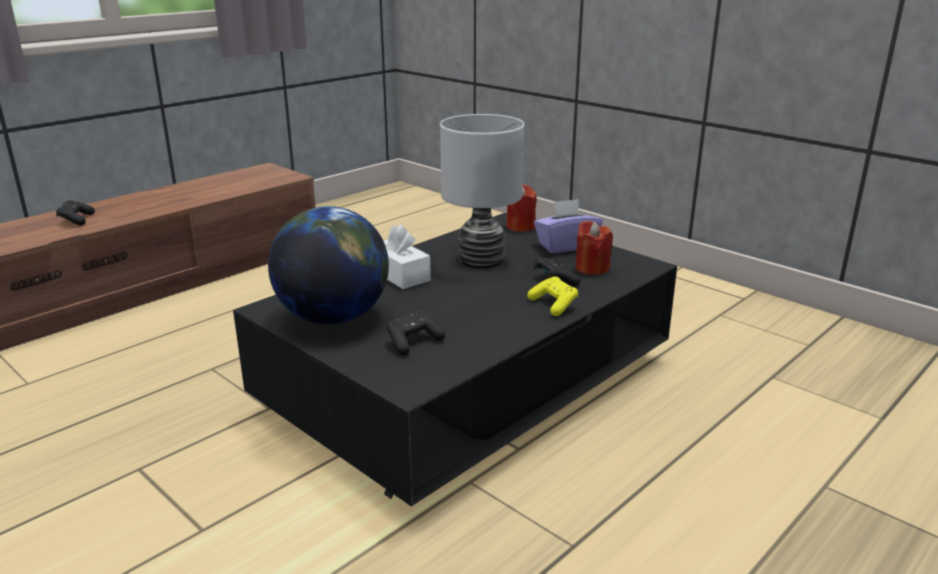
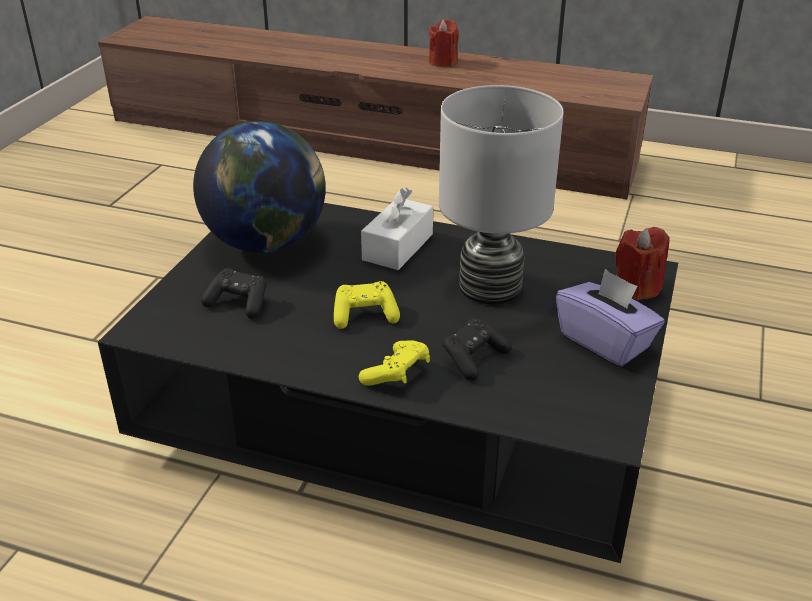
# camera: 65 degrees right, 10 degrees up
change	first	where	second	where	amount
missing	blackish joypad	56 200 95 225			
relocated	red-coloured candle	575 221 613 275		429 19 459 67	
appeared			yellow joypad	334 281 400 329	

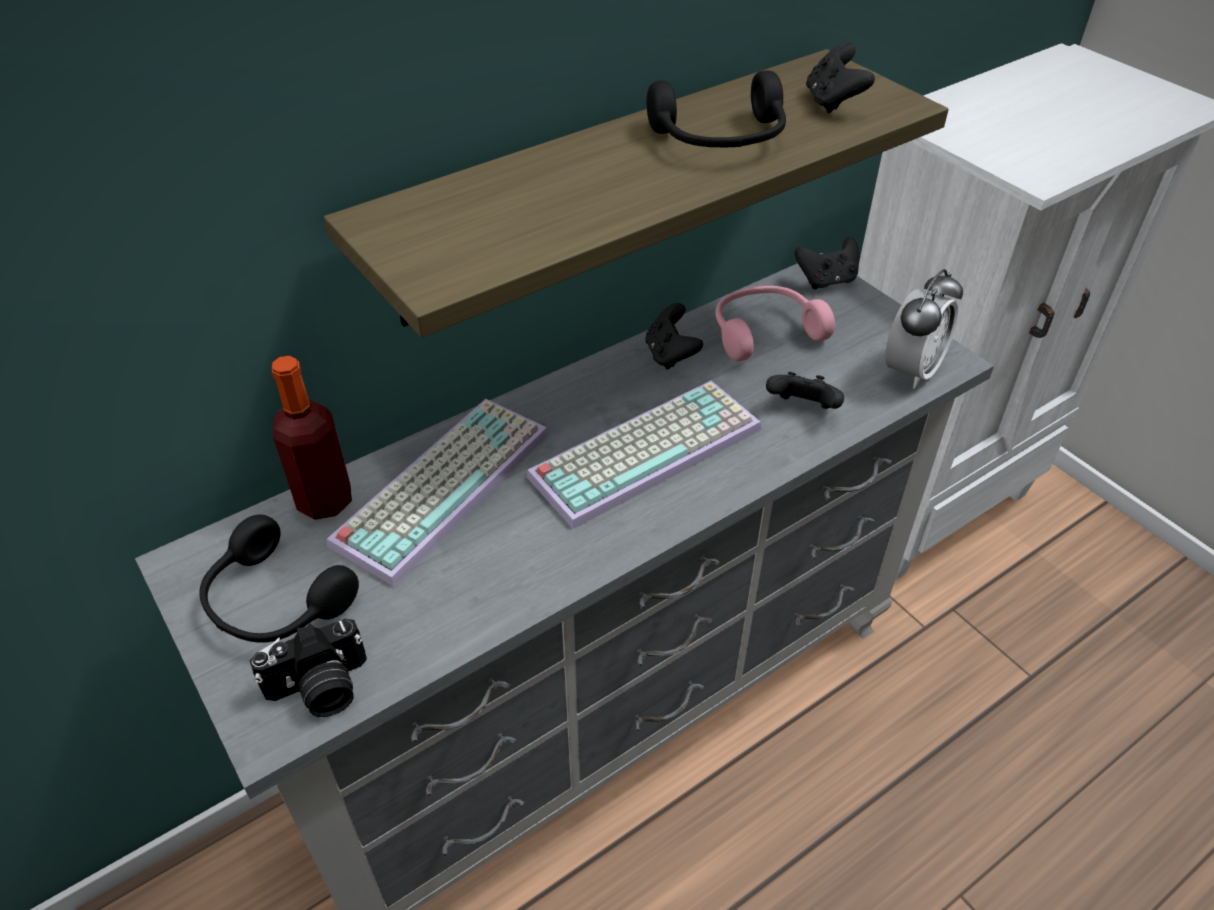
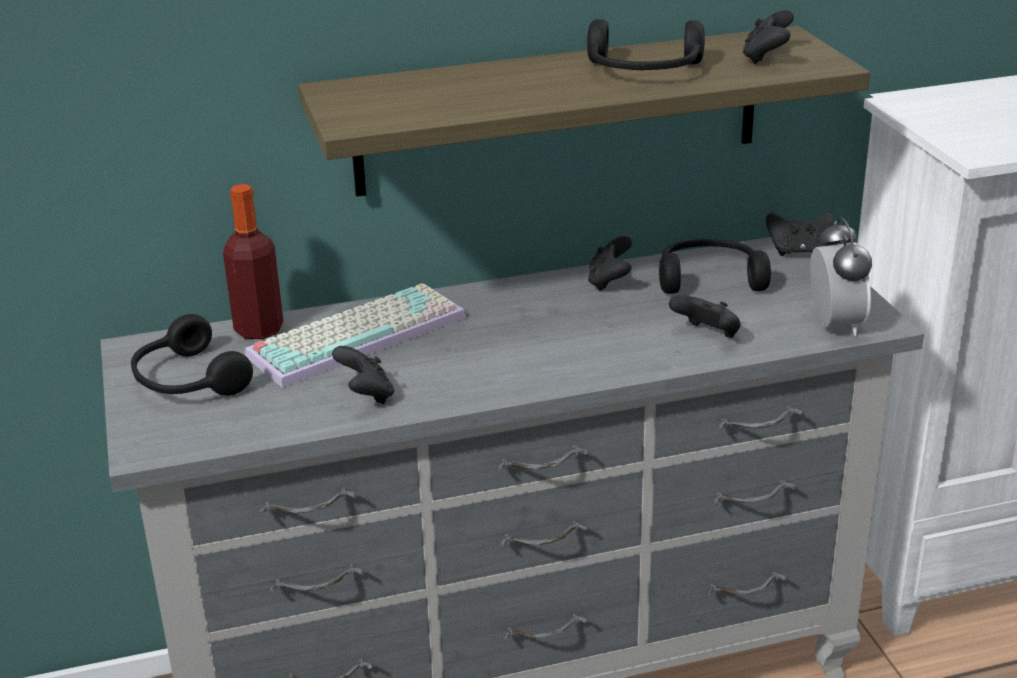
# camera: 20 degrees right, 15 degrees down
change	first	where	second	where	amount
missing	photo camera	250 619 367 717			
missing	PC keyboard	527 381 761 529			
colour	pink headset	715 286 835 361	blackish headset	659 239 771 294	
spun	bedside clock	885 269 963 389		810 217 872 336	60 degrees counterclockwise
appeared			blackish joypad	332 346 394 404	

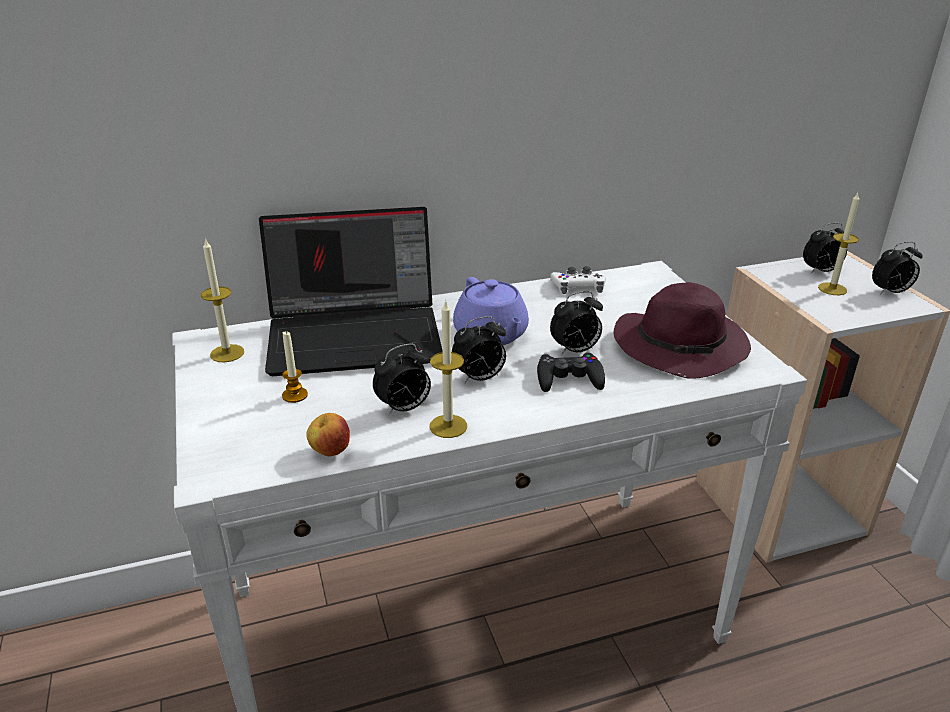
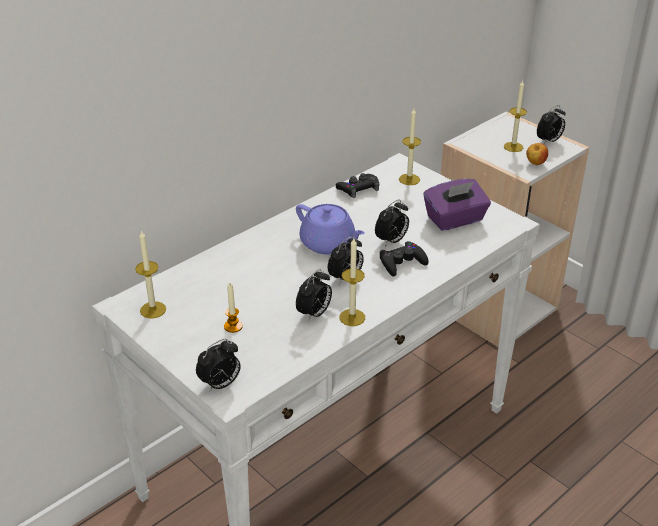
# camera: 25 degrees left, 5 degrees up
change	first	where	second	where	amount
missing	portable computer	259 207 443 376			
relocated	whole apple	306 413 350 456		526 143 548 165	
colour	white-coloured joypad	550 266 606 294	blackish joypad	336 173 379 198	
exchanged	purple wearable hat	614 282 751 379	purple box of tissues	423 179 491 231	
relocated	bedside clock	803 222 847 274		196 339 241 392	
appeared			candle	399 108 421 185	

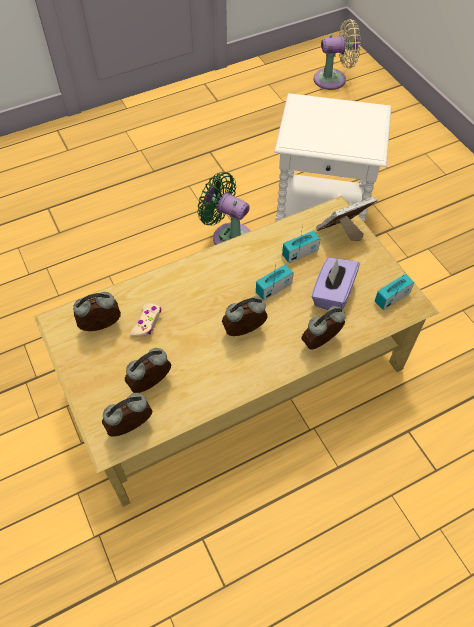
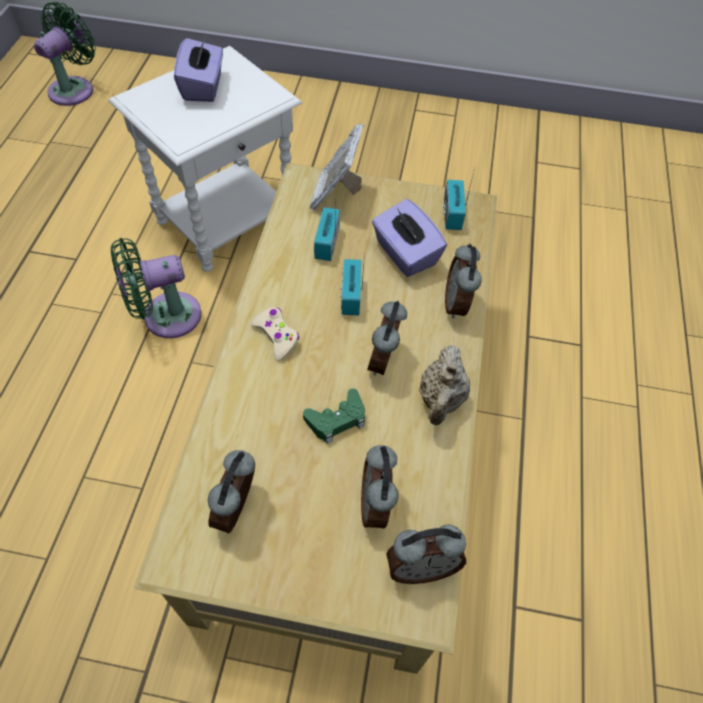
# camera: 55 degrees left, 0 degrees up
change	first	where	second	where	amount
spun	bedside clock	102 393 153 437		386 525 466 584	105 degrees counterclockwise
relocated	beige joypad	130 303 161 337		250 307 299 361	
colour	beige electric fan	314 19 361 90	green-coloured electric fan	34 2 96 106	
appeared			purple box of tissues	174 36 223 102	
appeared			green-coloured joypad	303 389 365 444	
appeared			beige pot for tea	419 345 470 425	

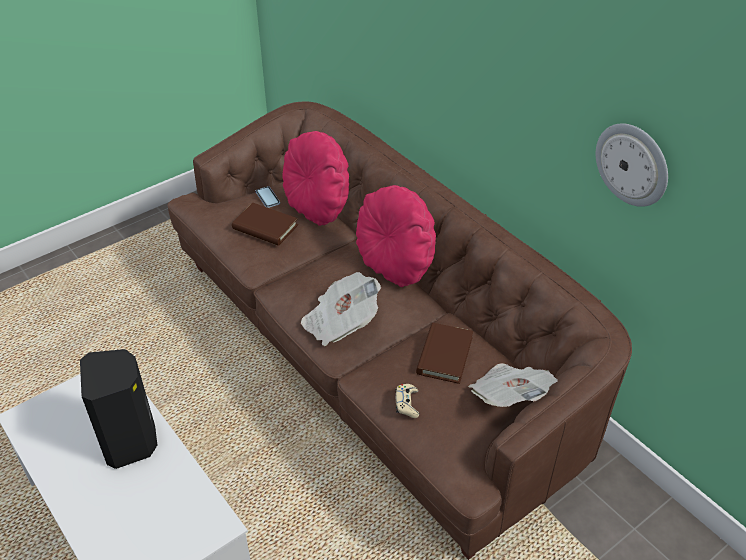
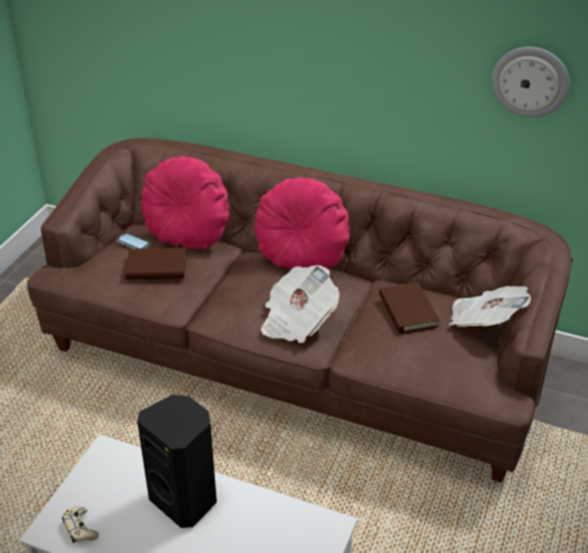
# camera: 30 degrees left, 5 degrees down
change	first	where	second	where	amount
relocated	beige joypad	395 384 419 418		62 506 99 543	

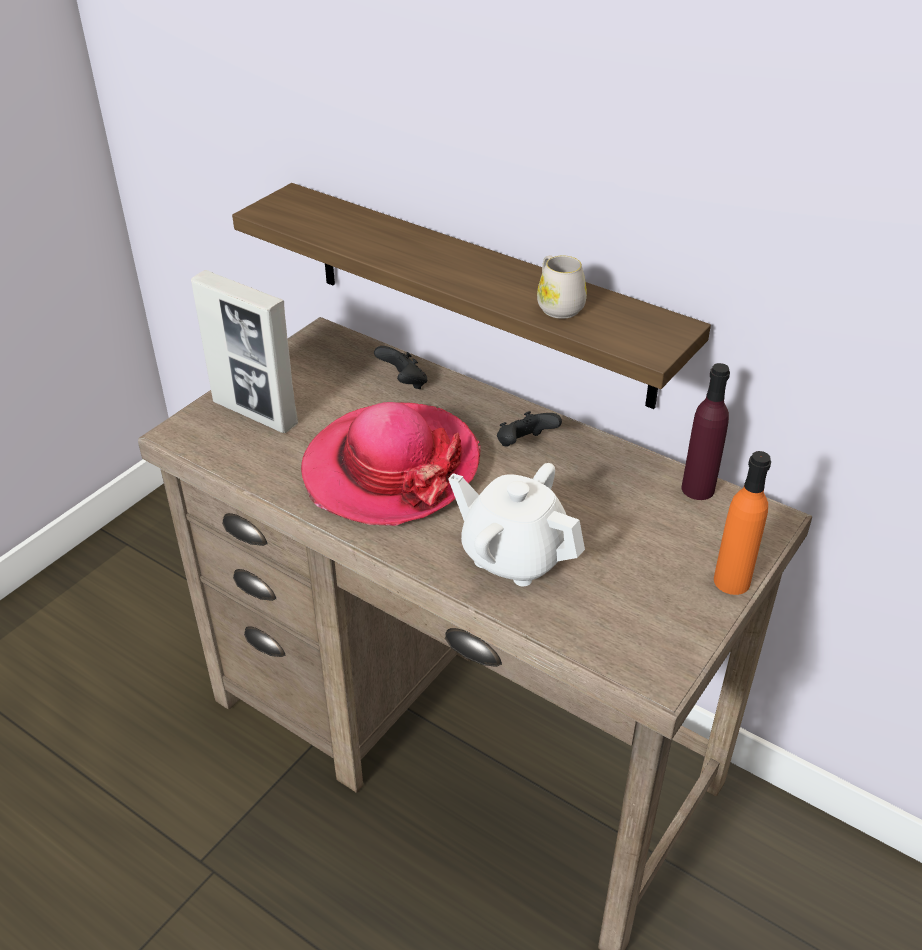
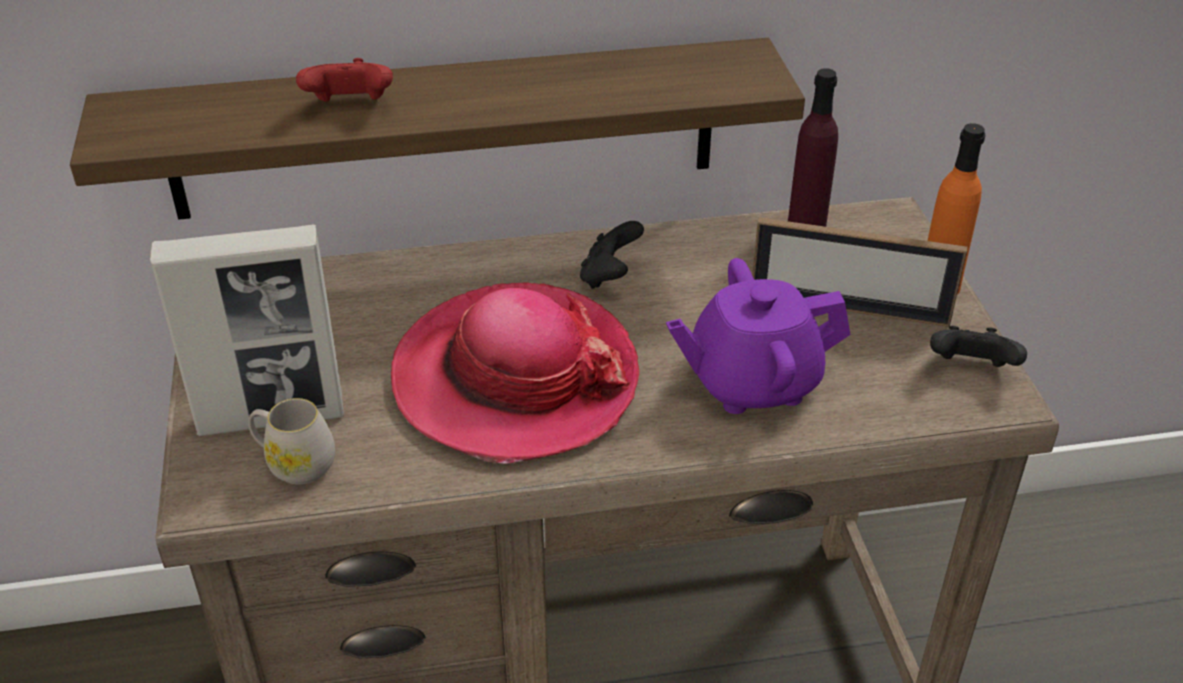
# camera: 45 degrees left, 0 degrees up
change	first	where	second	where	amount
relocated	blackish joypad	374 346 427 389		930 326 1027 367	
colour	white-coloured pot for tea	448 463 585 586	purple pot for tea	666 258 851 414	
relocated	white-coloured coffee mug	537 256 587 319		248 398 335 484	
appeared			red-coloured joypad	296 58 393 102	
appeared			photo frame	752 217 967 327	

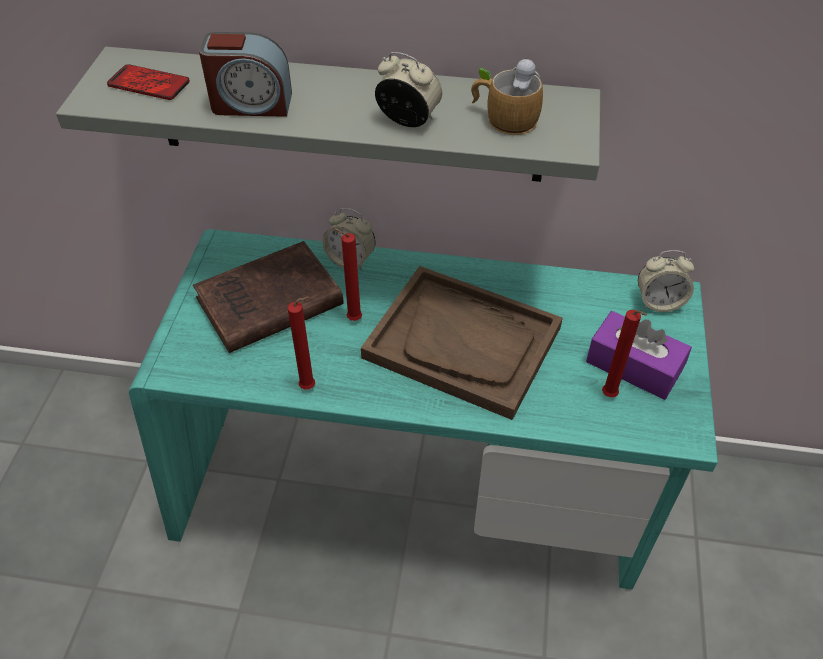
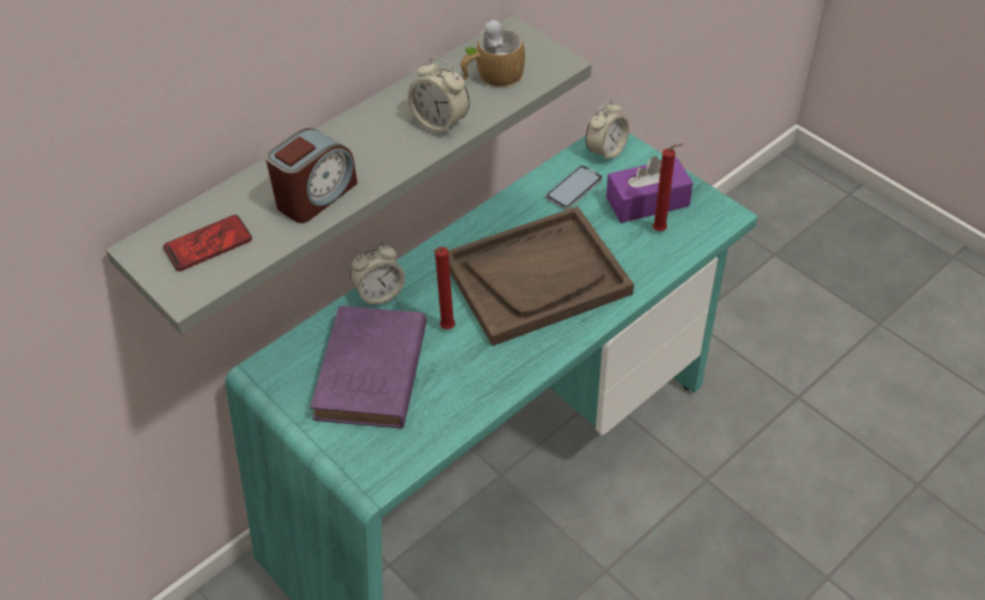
# camera: 50 degrees left, 0 degrees up
change	first	where	second	where	amount
colour	brown bound book	193 241 344 353	purple bound book	310 306 427 429	
missing	red-coloured candle	288 297 315 390			
spun	bedside clock	375 52 442 127		408 57 469 136	120 degrees counterclockwise
appeared			handset	546 165 603 210	

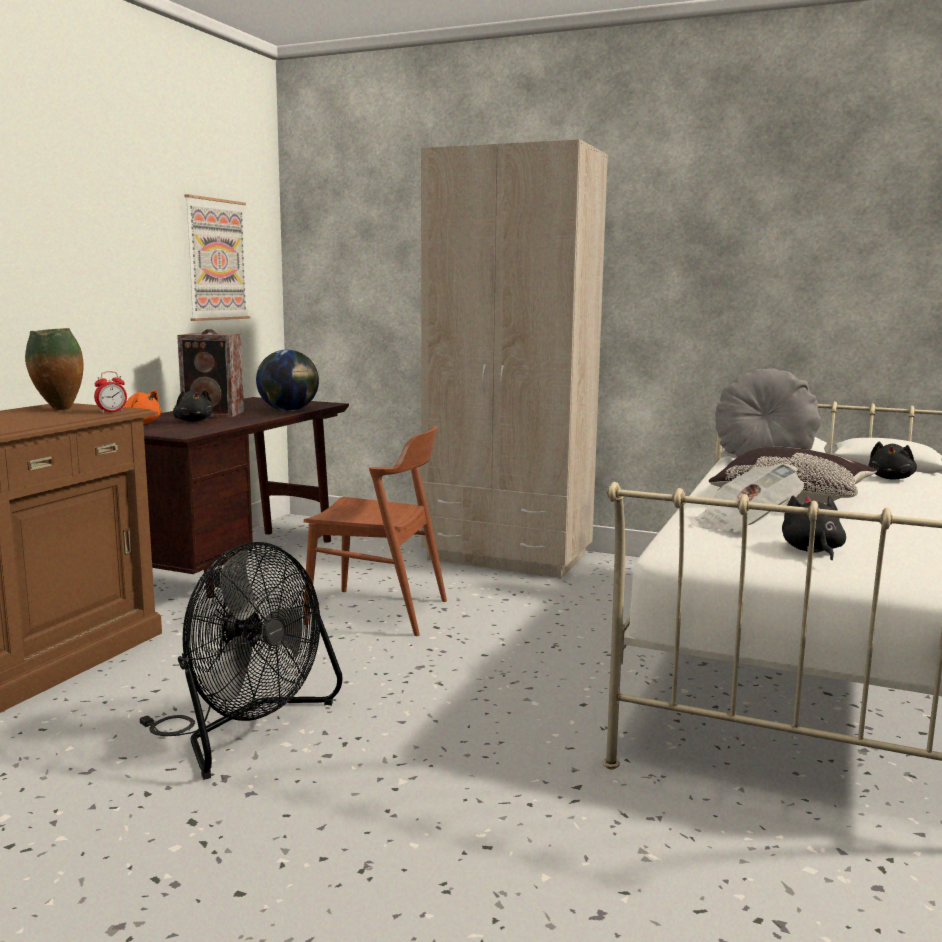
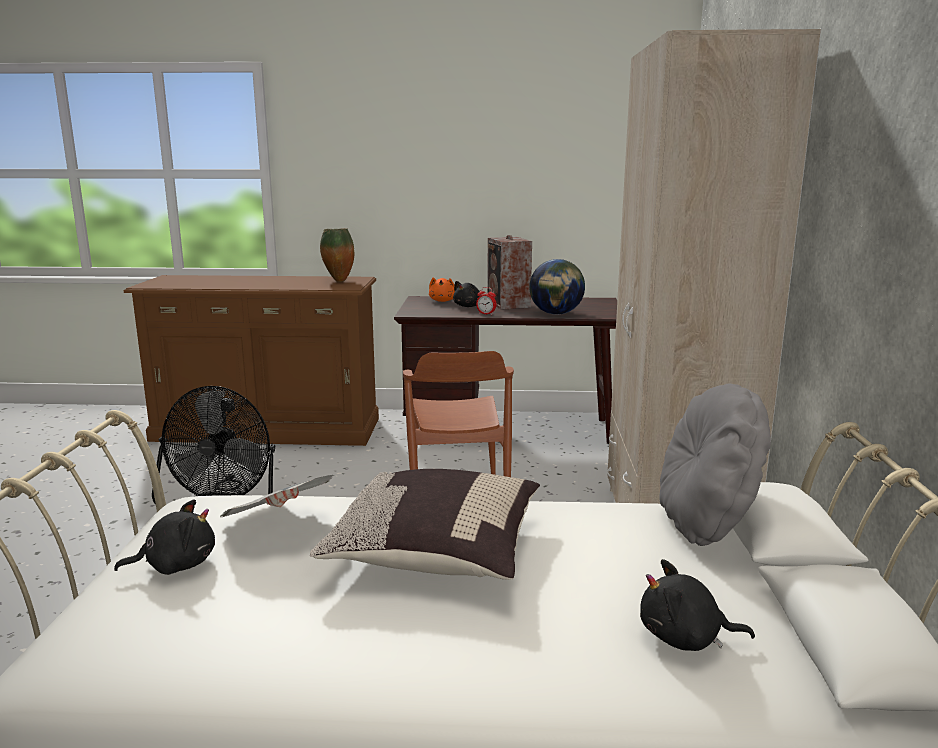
# camera: 70 degrees right, 5 degrees up
change	first	where	second	where	amount
relocated	bedside clock	94 371 127 413		476 287 496 315	
missing	wall art	184 194 250 321			

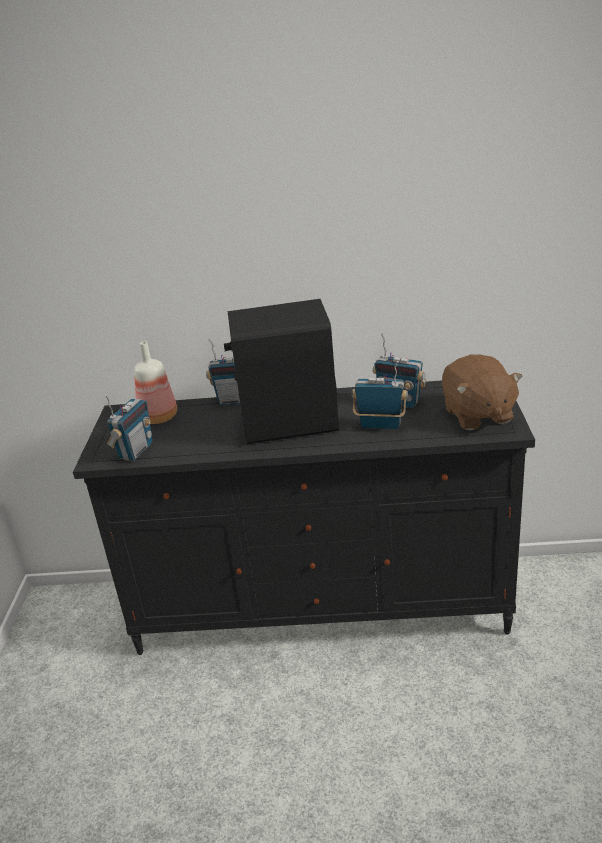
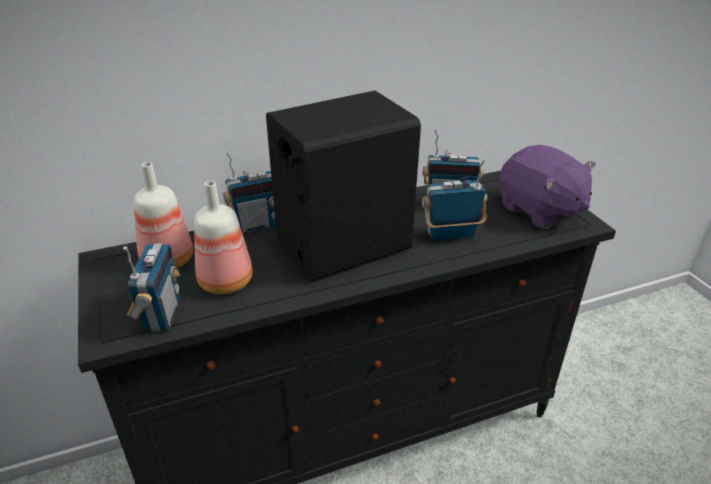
# camera: 25 degrees left, 5 degrees up
change	first	where	second	where	amount
colour	brown soft toy	442 354 523 430	purple soft toy	499 145 596 229	
appeared			bottle	194 181 253 294	

